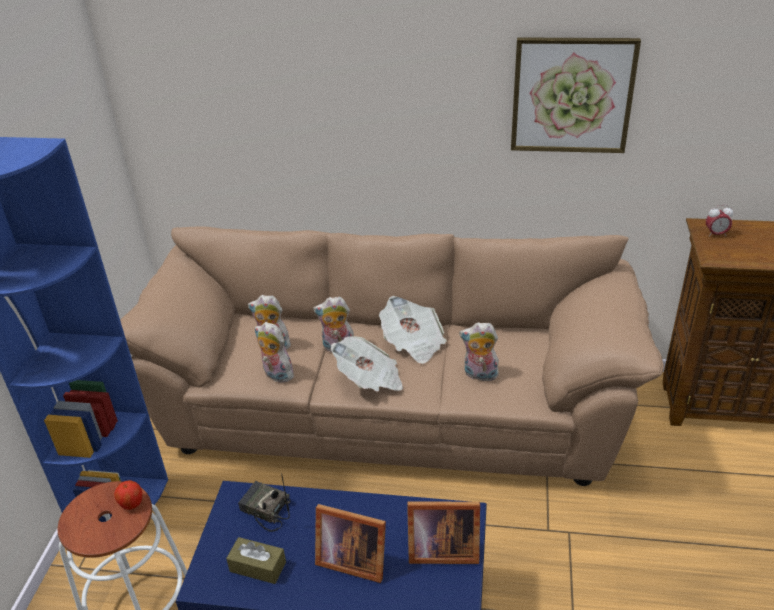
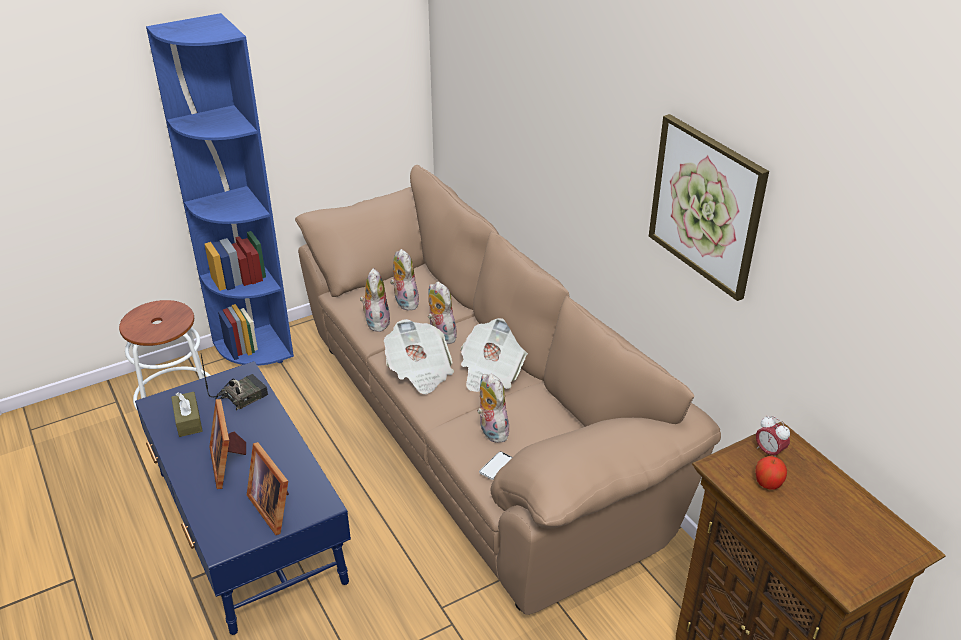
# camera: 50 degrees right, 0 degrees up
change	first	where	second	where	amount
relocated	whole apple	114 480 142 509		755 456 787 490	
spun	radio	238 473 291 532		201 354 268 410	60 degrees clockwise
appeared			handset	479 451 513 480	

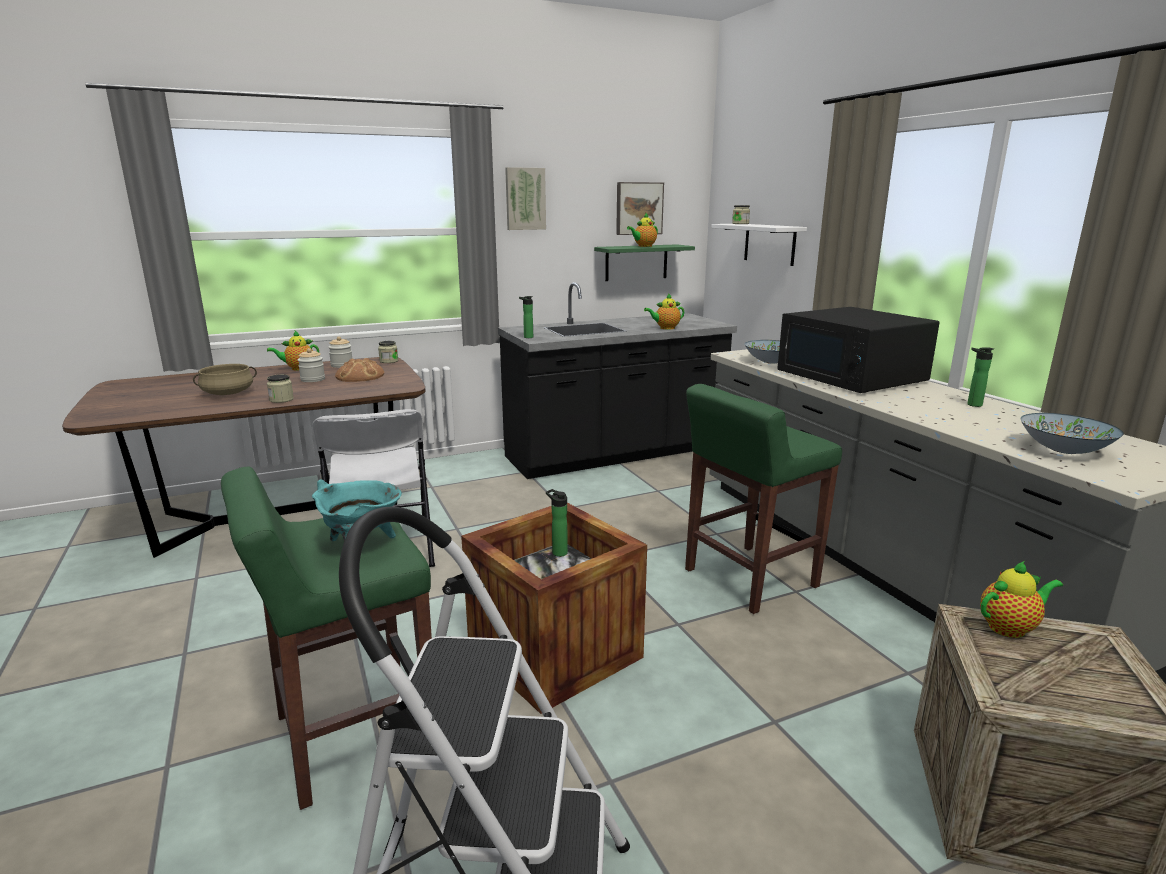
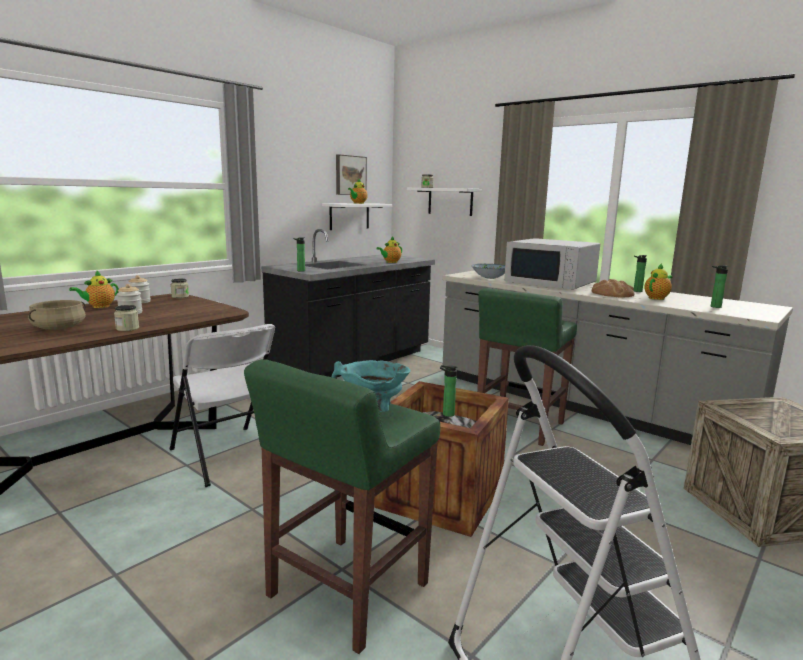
# camera: 25 degrees left, 5 degrees down
change	first	where	second	where	amount
relocated	bakery bread	335 358 384 382		592 279 635 298	
missing	wall art	505 167 546 230			
colour	green-coloured bracket shelf	594 244 695 281	white-coloured bracket shelf	322 203 392 230	
colour	blackish kitchen microwave	778 307 940 393	white-coloured kitchen microwave	504 238 600 290	
relocated	pot for tea	980 561 1063 638		644 263 672 300	
exchanged	bowl	1020 413 1124 454	bottle	711 266 728 308	

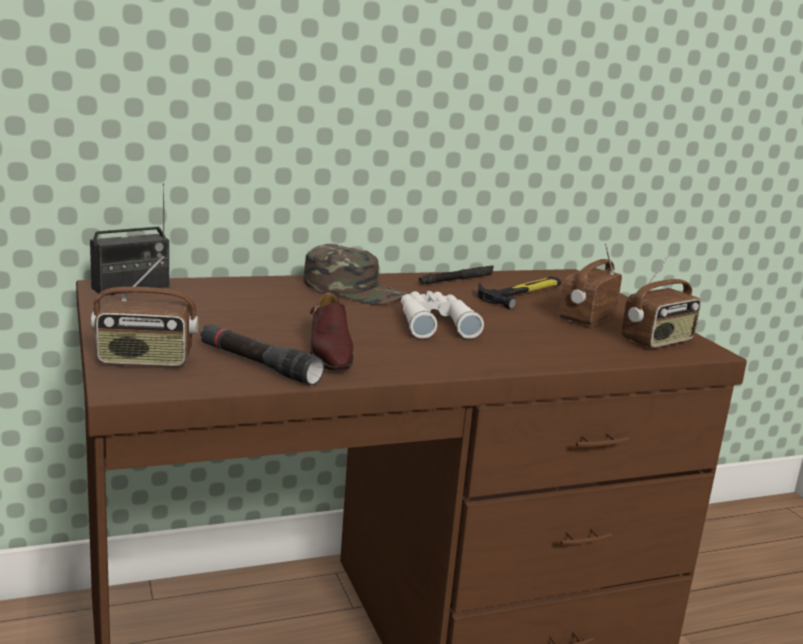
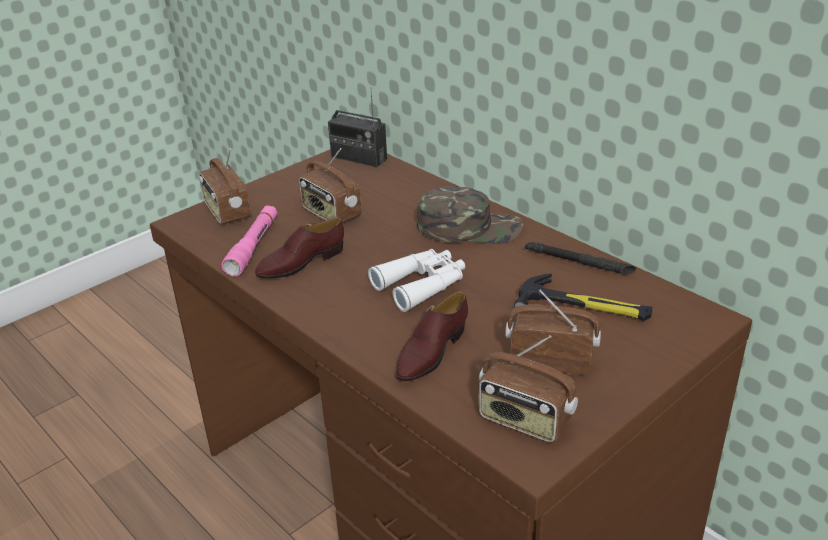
# camera: 70 degrees right, 15 degrees up
change	first	where	second	where	amount
colour	blackish flashlight	200 324 324 385	pink flashlight	222 205 277 276	
spun	green-coloured cap	303 244 408 305		417 186 523 244	90 degrees counterclockwise
appeared			radio	299 148 361 223	
appeared			brown shoe	396 291 468 381	

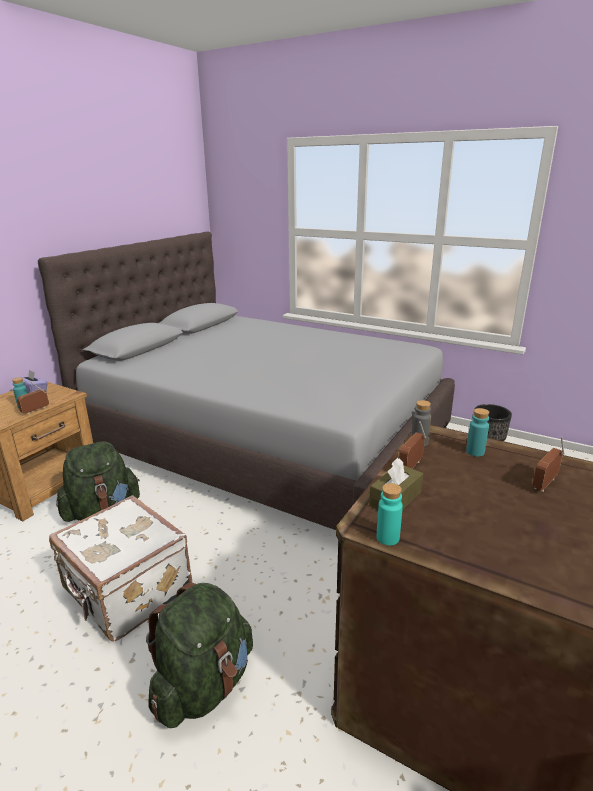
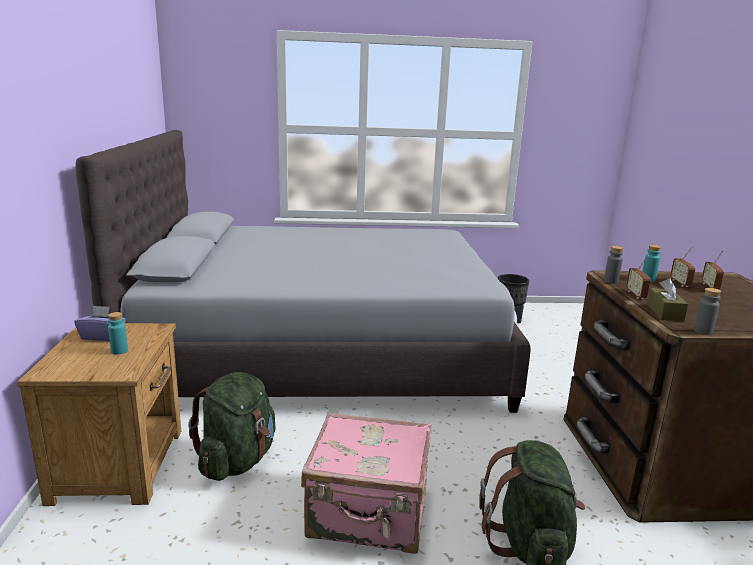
# camera: 35 degrees left, 5 degrees down
change	first	where	second	where	amount
relocated	radio	17 381 49 415		671 246 695 287	
colour	white-coloured suitcase	49 495 193 641	pink suitcase	301 412 431 554	
colour	turquoise-coloured bottle	377 483 403 545	greyish bottle	694 288 721 335	

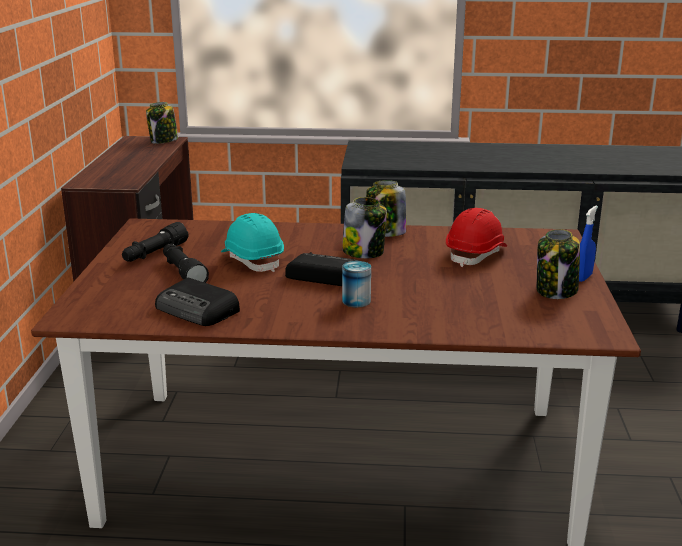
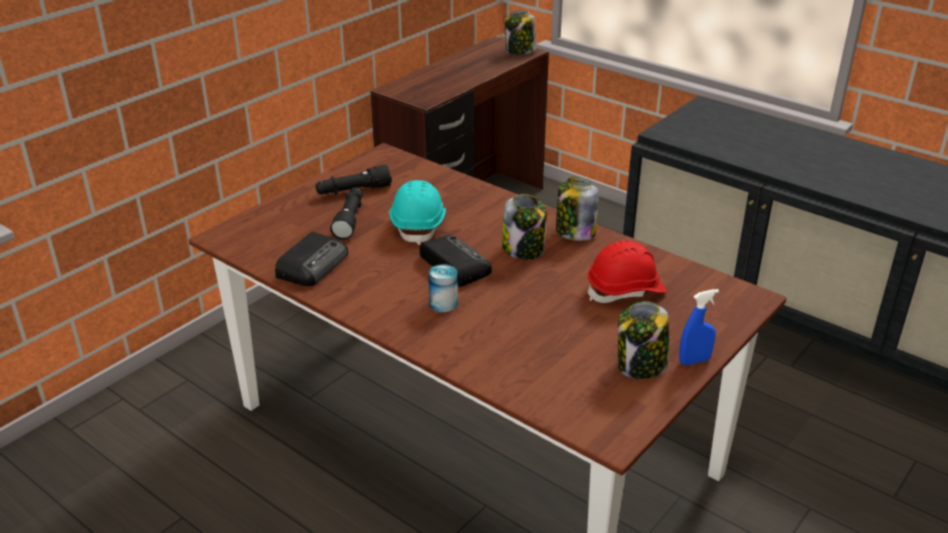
# camera: 35 degrees right, 10 degrees up
change	first	where	second	where	amount
spun	radio	155 278 240 326		275 232 348 286	135 degrees counterclockwise

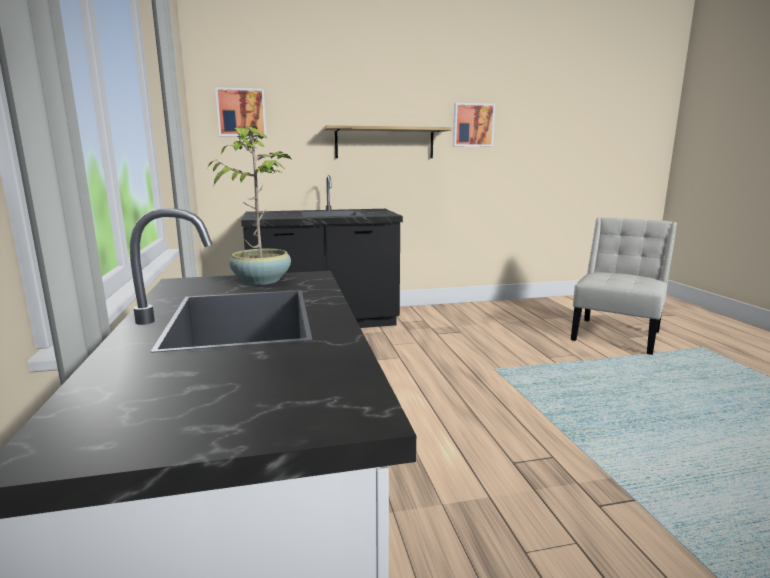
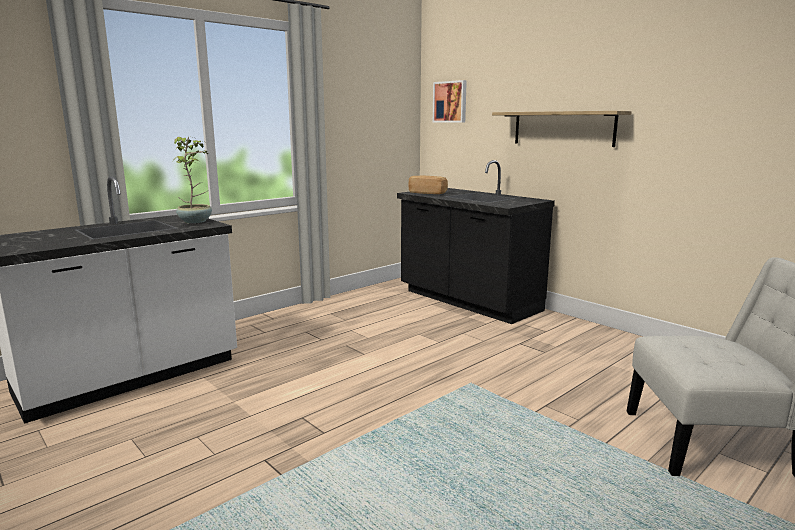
# camera: 60 degrees right, 0 degrees up
change	first	where	second	where	amount
missing	wall art	453 103 495 147			
appeared			bakery bread	408 176 448 194	

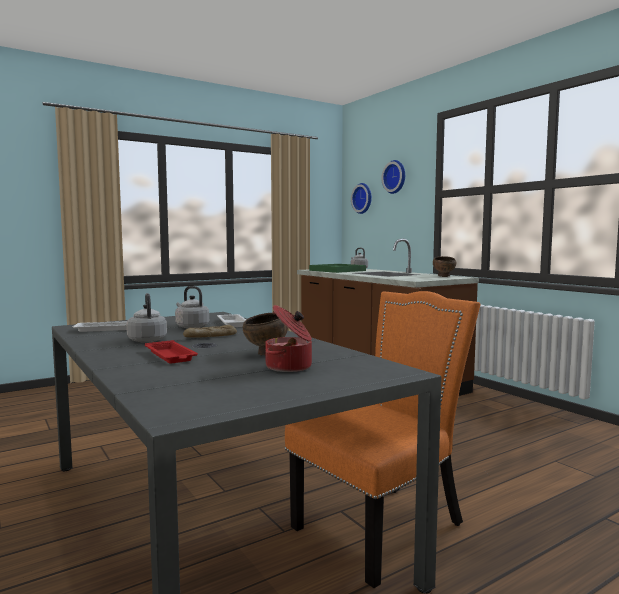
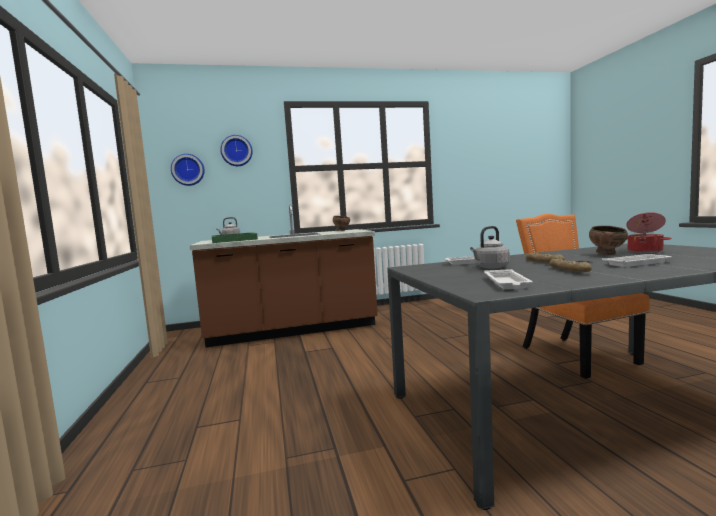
# camera: 70 degrees left, 0 degrees up
change	first	where	second	where	amount
exchanged	greyish tea kettle	127 293 167 343	bakery bread	549 259 592 272	
colour	red-coloured serving tray	145 340 198 364	white-coloured serving tray	602 254 672 267	

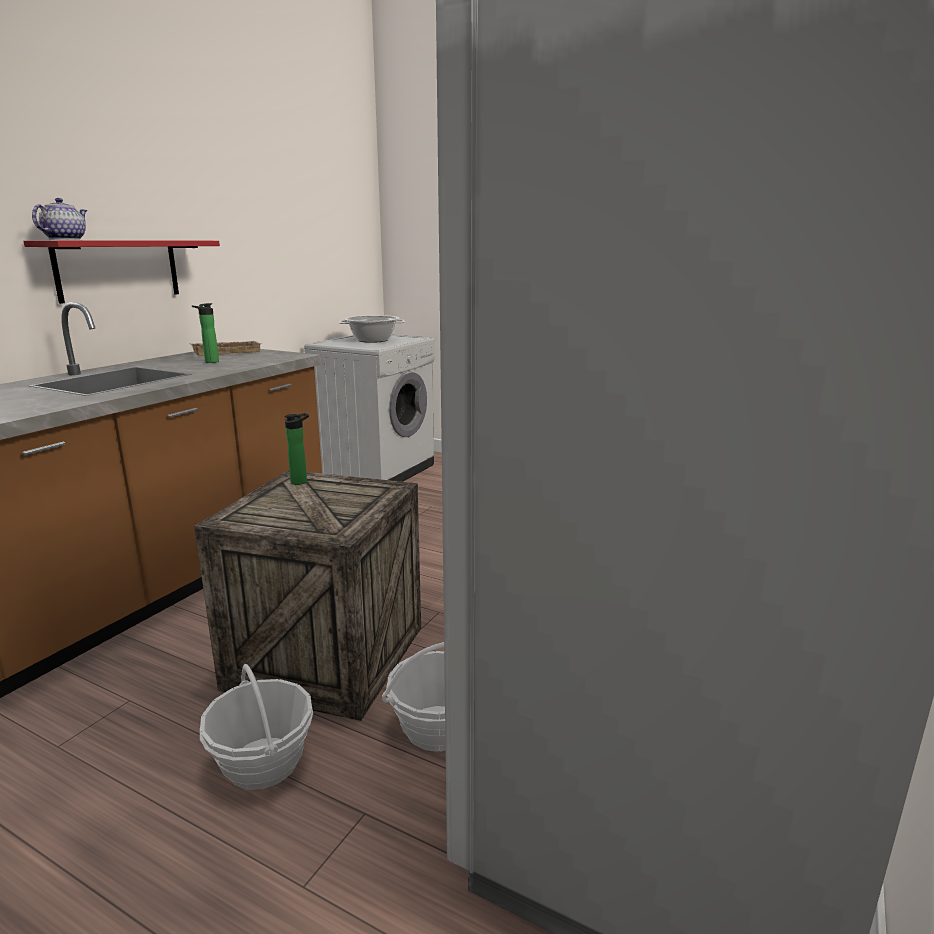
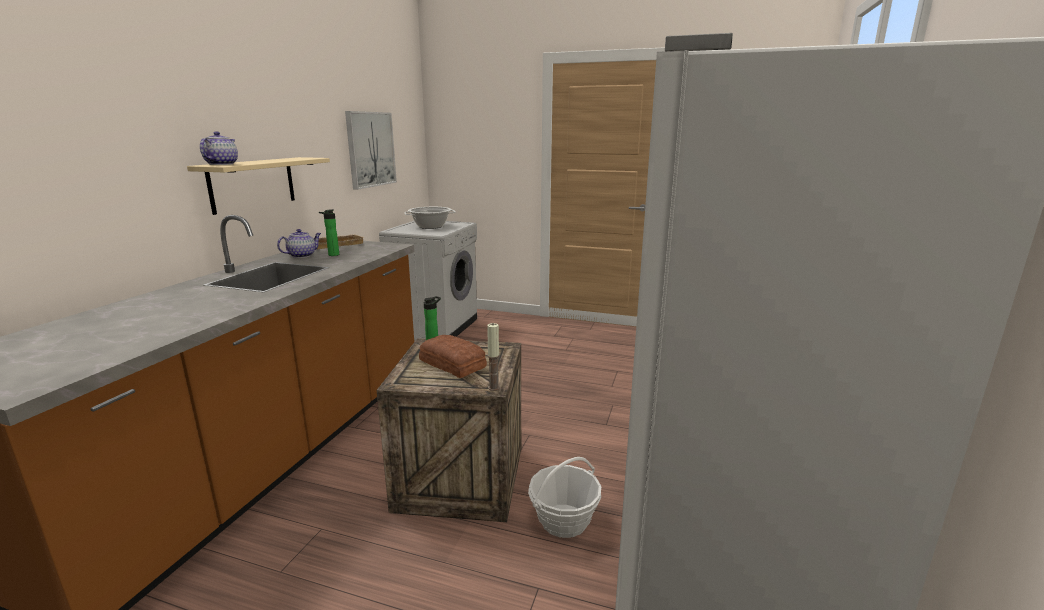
# camera: 10 degrees left, 0 degrees up
change	first	where	second	where	amount
colour	red-coloured bracket shelf	23 240 220 304	beige bracket shelf	187 157 330 215	
missing	household basket	200 664 313 790			
appeared			pot for tea	277 229 321 258	
appeared			wall art	345 111 397 190	
appeared			bakery bread	419 335 487 378	
appeared			candle	487 323 500 391	

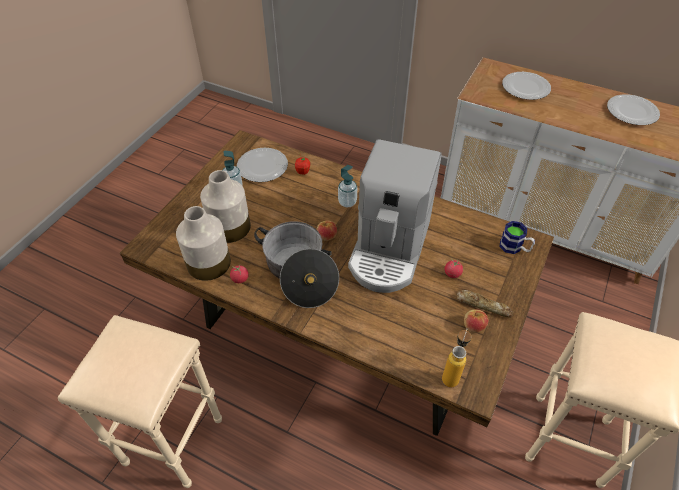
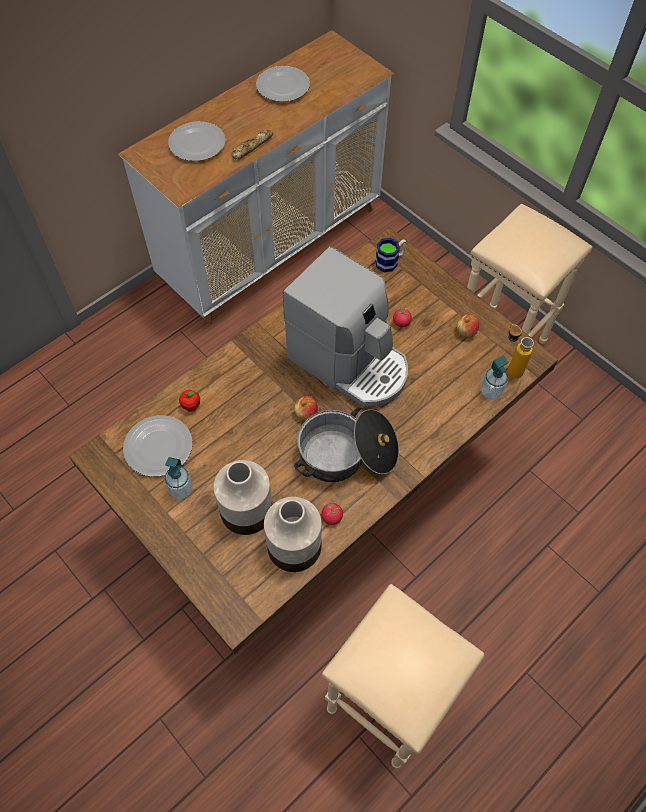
# camera: 70 degrees left, 10 degrees up
change	first	where	second	where	amount
relocated	liquid soap bottle	338 165 357 208		481 356 508 400	
relocated	bakery bread	457 290 513 317		231 130 273 160	

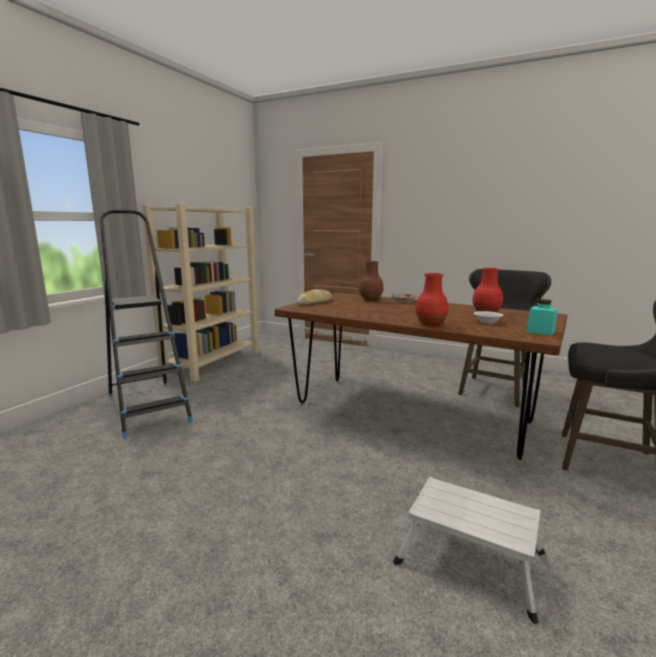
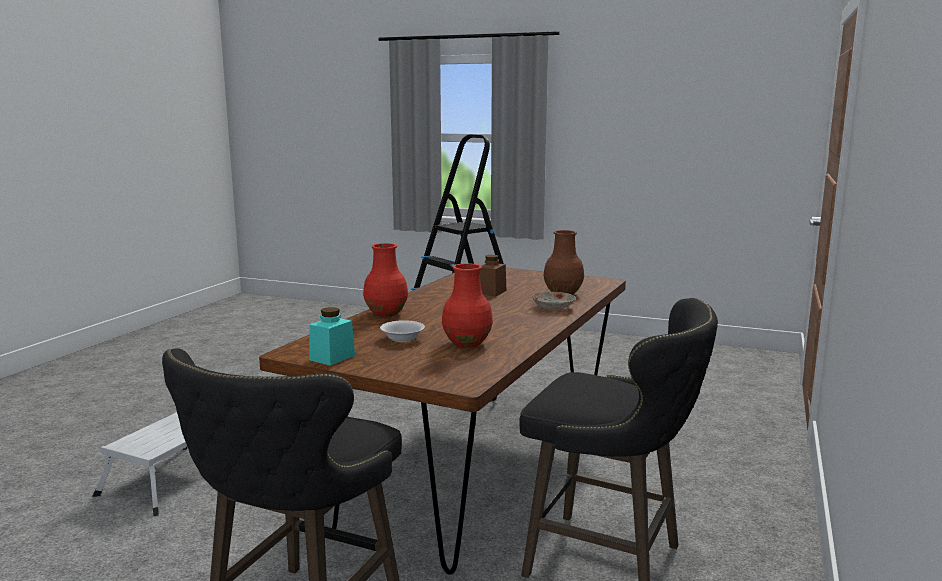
# camera: 85 degrees right, 0 degrees up
change	first	where	second	where	amount
missing	beige shelving unit	142 203 259 382			
missing	bakery bread	297 289 332 305			
appeared			brown preserve jar	480 255 506 297	

